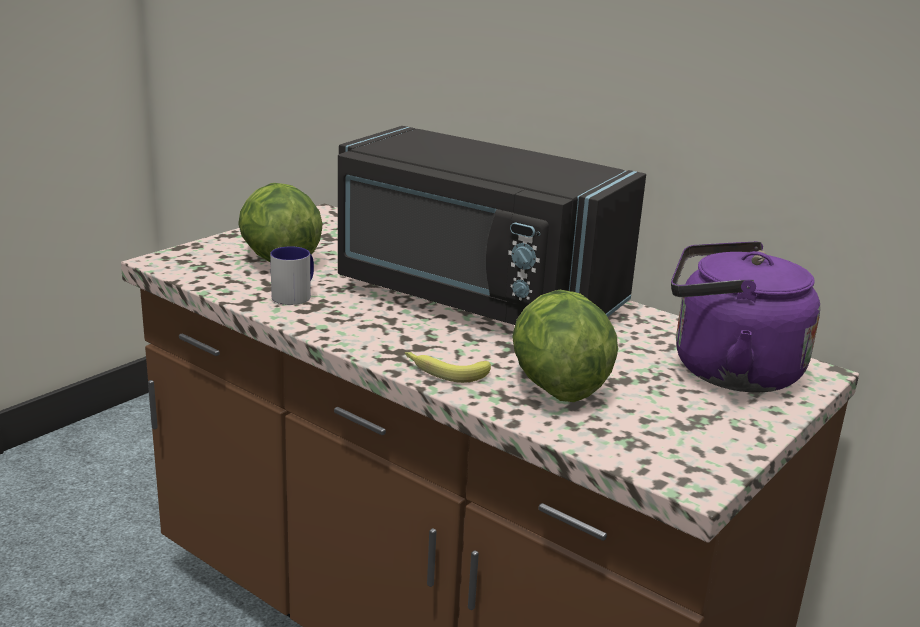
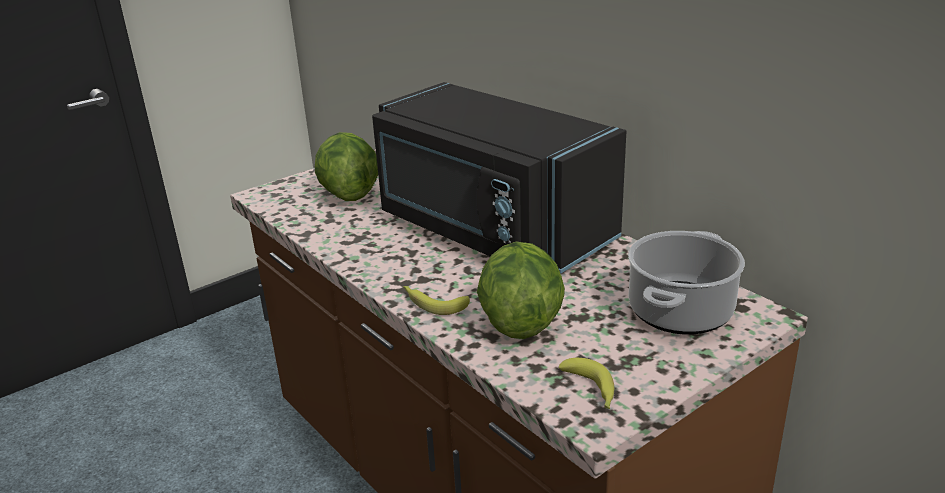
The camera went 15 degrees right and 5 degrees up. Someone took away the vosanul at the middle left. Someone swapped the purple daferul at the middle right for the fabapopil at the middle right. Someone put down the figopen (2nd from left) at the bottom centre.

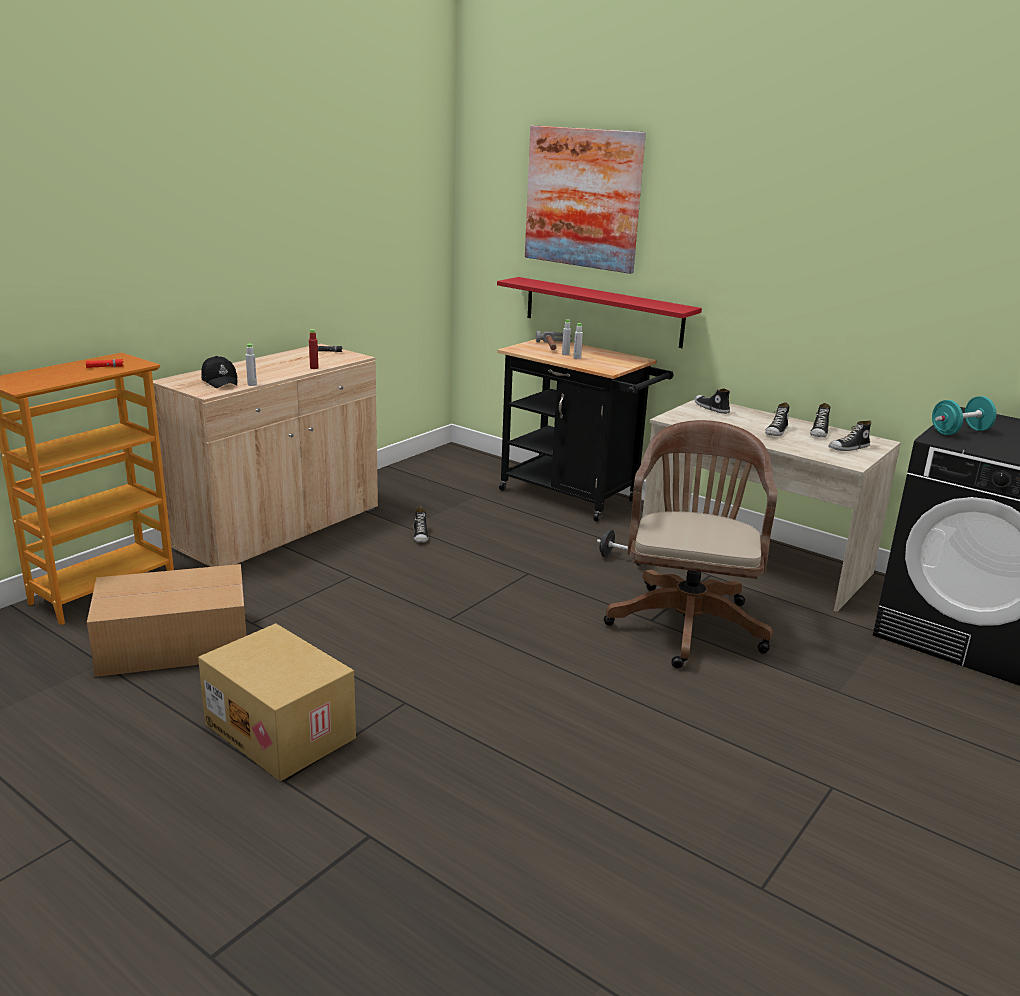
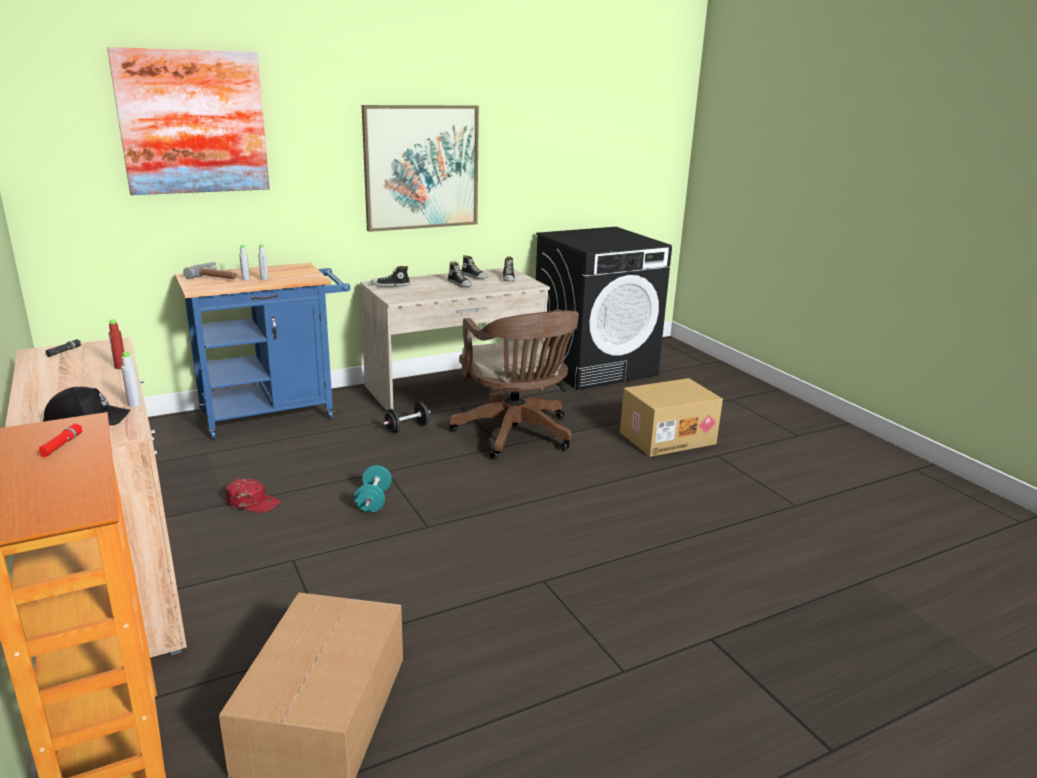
The camera went 65 degrees left and 0 degrees up. Someone carried the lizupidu (2nd from left) from the bottom left to the centre. Someone swapped the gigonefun (1st from left) at the centre for the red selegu at the middle left. Someone took away the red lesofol at the top centre. Someone repainted the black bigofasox at the centre, which became the blue bigofasox at the middle left. Someone rotated the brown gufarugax at the middle right by 150 degrees counterclockwise. Someone carried the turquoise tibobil from the middle right to the centre. Someone put up the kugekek (2nd from left) at the top centre.

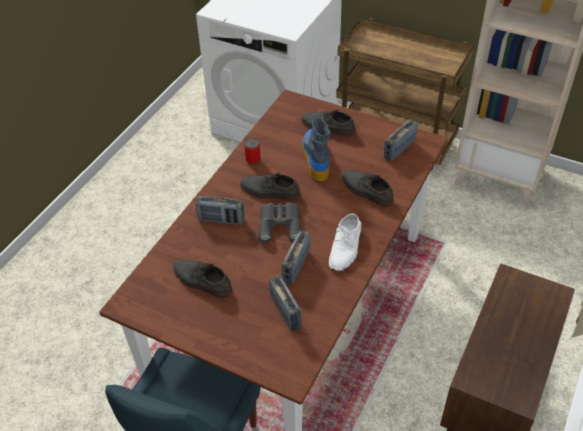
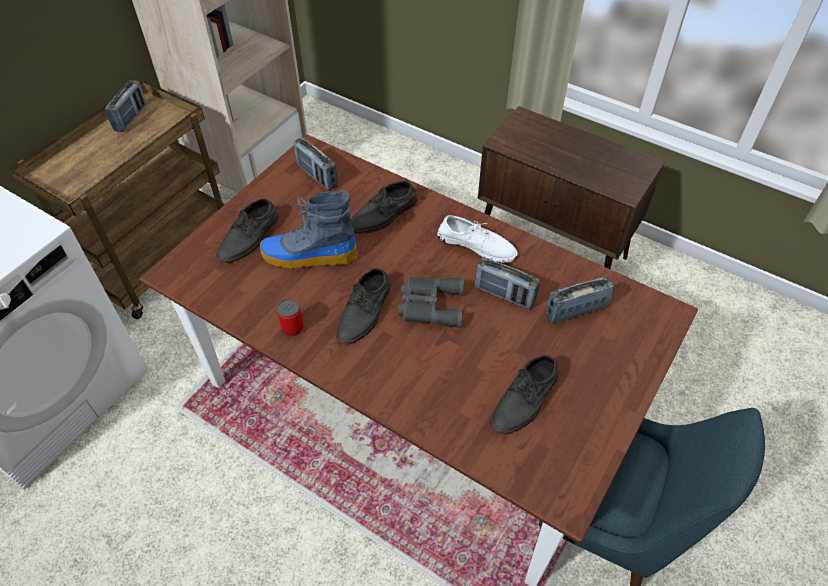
The camera went 85 degrees left and 5 degrees up. Someone carried the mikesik (1st from left) from the centre to the top left.

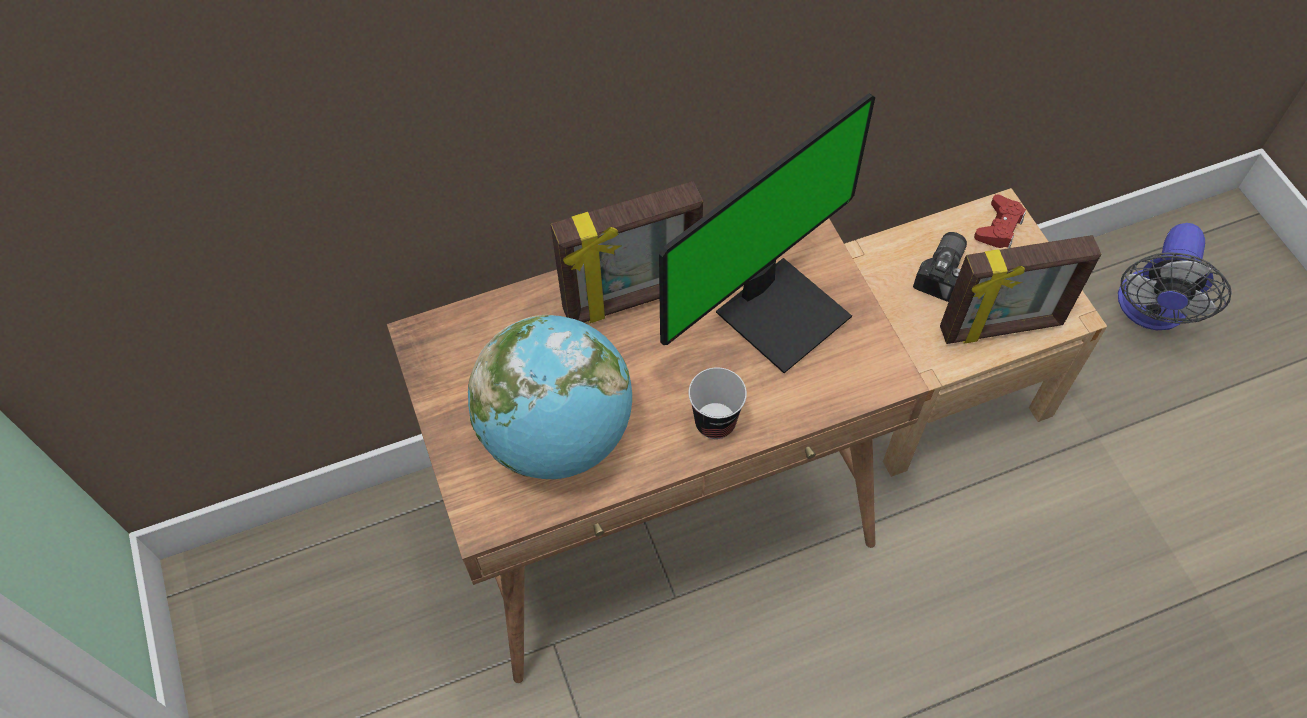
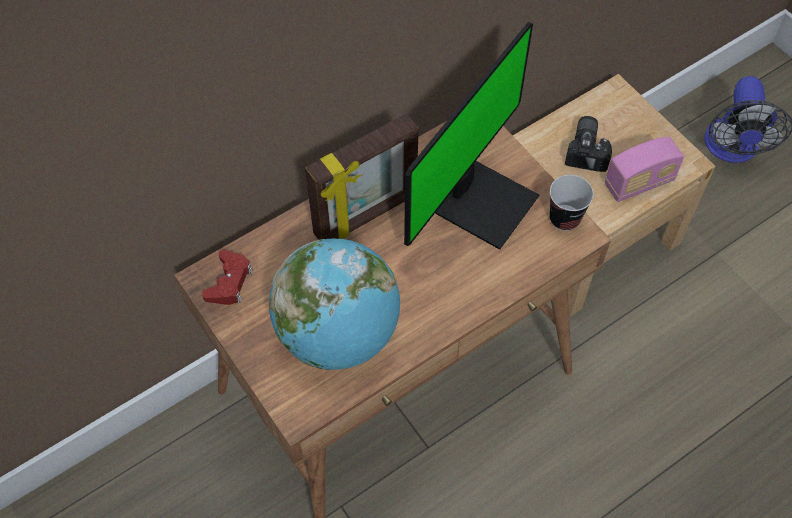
The camera went 15 degrees left and 0 degrees up. Someone carried the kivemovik from the centre to the middle right. Someone swapped the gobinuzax (2nd from left) at the middle right for the mikesik at the top right. Someone carried the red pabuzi from the top right to the middle left.

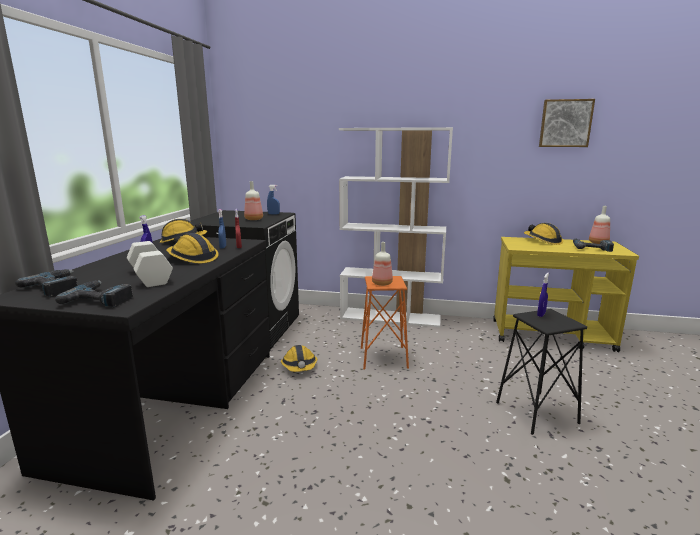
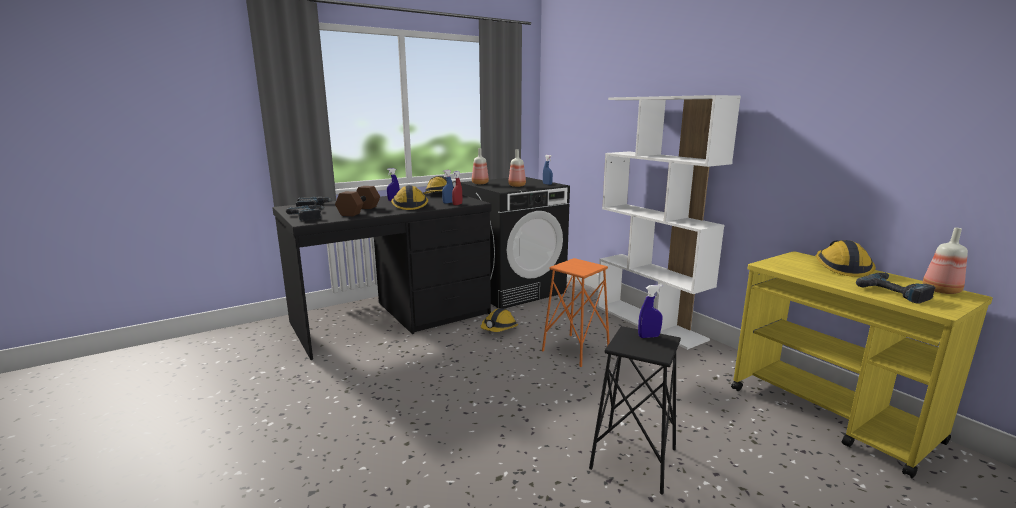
The camera went 45 degrees right and 0 degrees up. Someone repainted the white tibobil at the middle left, which became the brown tibobil at the centre. Someone carried the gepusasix (2nd from left in the first image) from the centre to the top centre. Someone took away the kugekek at the top right.

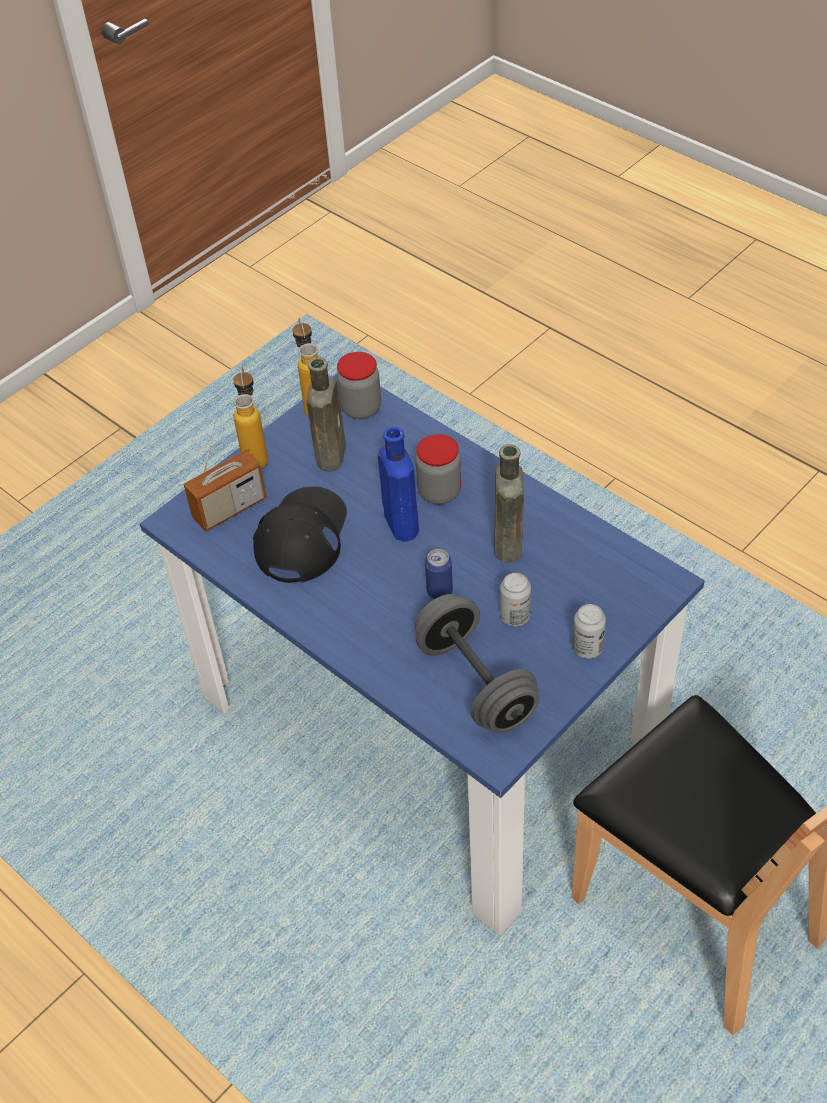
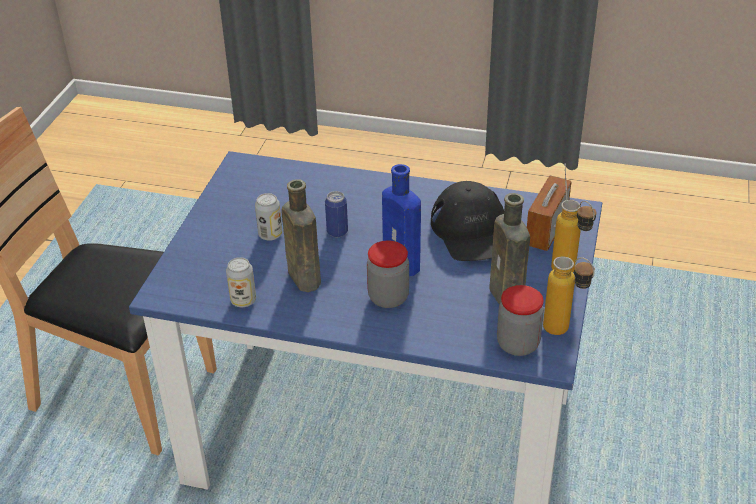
The camera went 150 degrees right and 10 degrees down. Someone took away the grey tibobil at the centre. Someone carried the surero (3rd from left in the first image) from the middle right to the middle left.

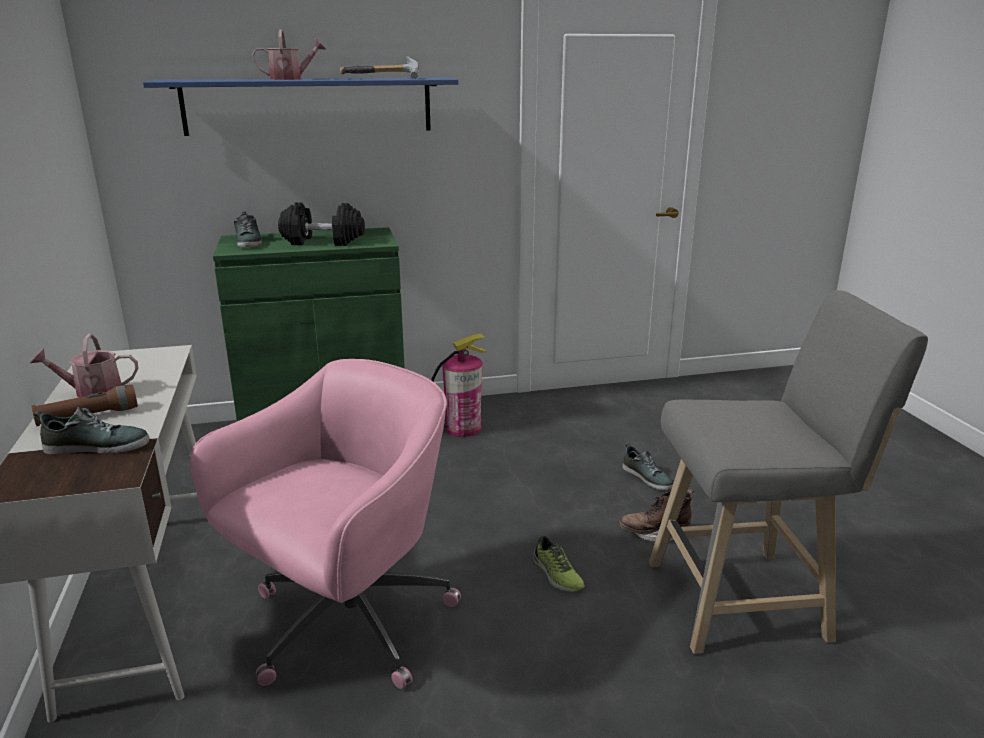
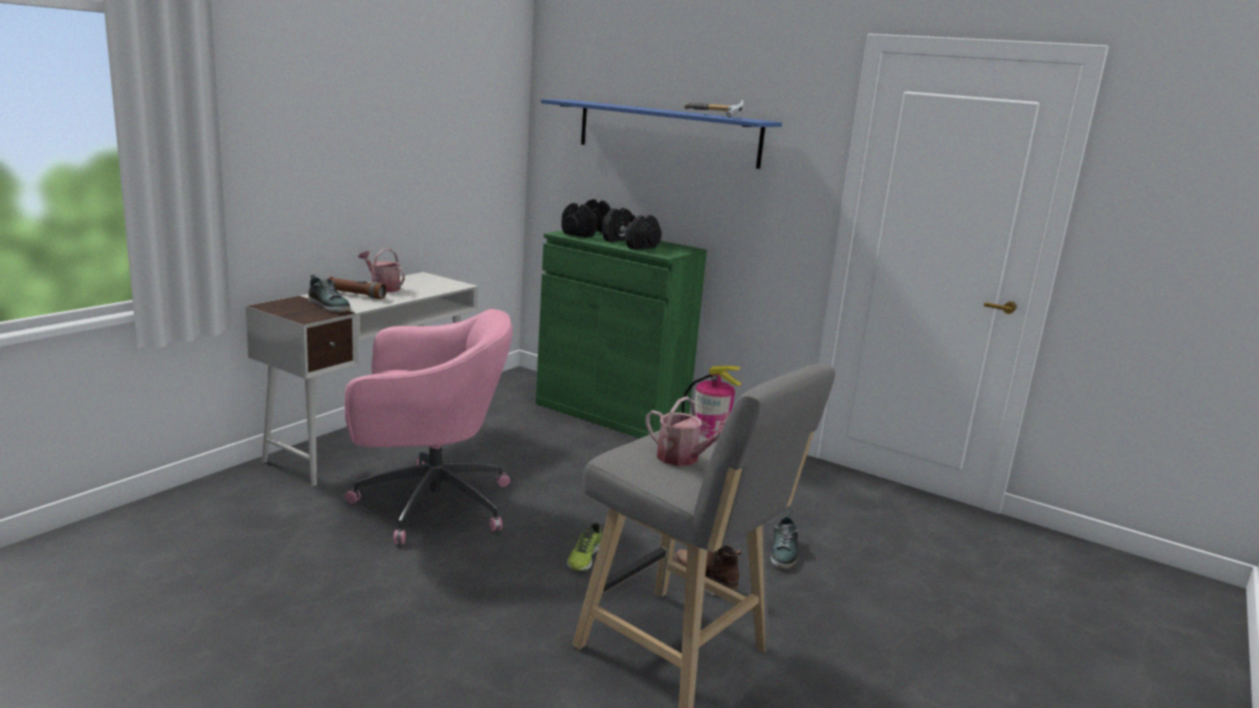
The camera went 45 degrees right and 5 degrees down. Someone swapped the gigonefun (2nd from left) at the top left for the black tibobil (1st from left) at the top centre. Someone carried the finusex (2nd from left) from the top left to the centre.

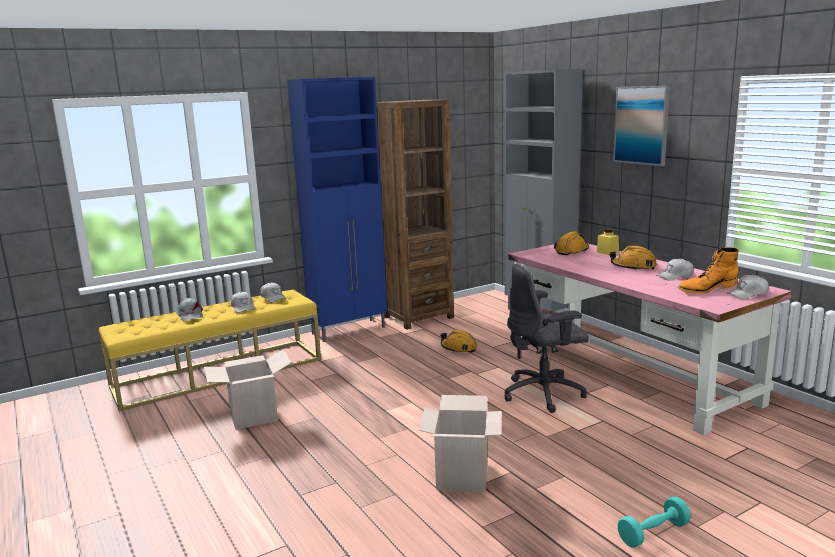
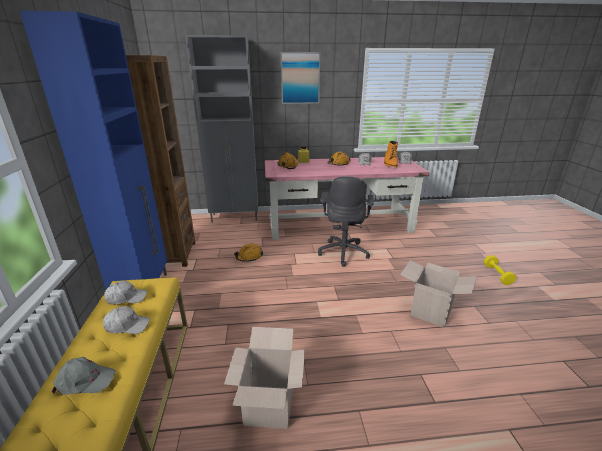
The camera went 65 degrees left and 10 degrees up. Someone repainted the turquoise tibobil at the bottom right, which became the yellow tibobil at the middle right.

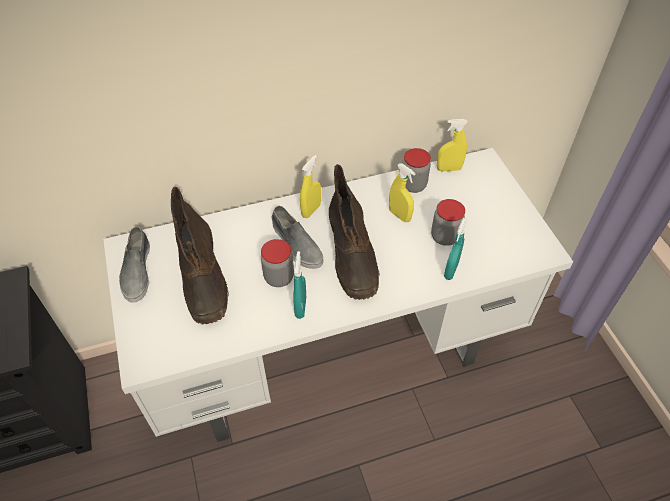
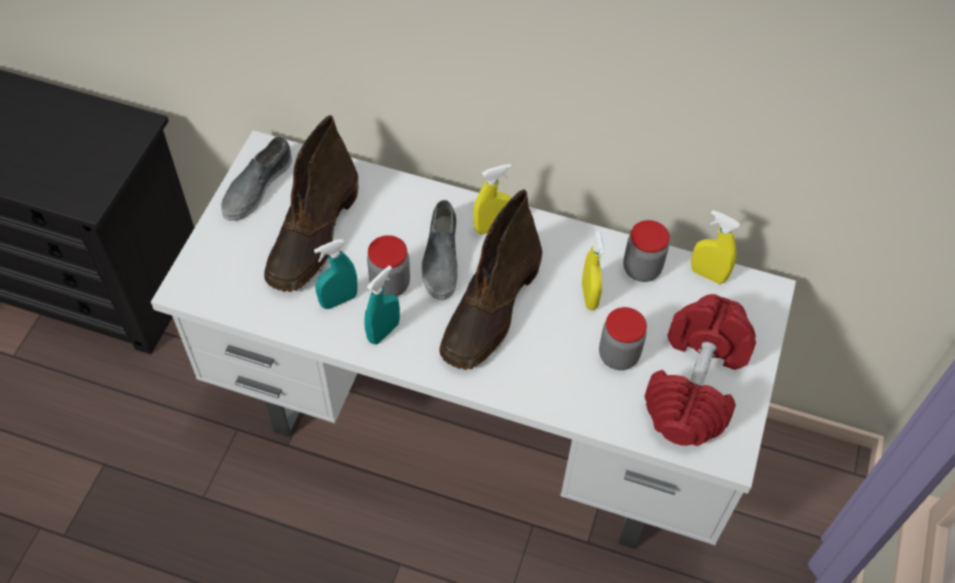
The camera went 35 degrees right and 5 degrees up. Someone carried the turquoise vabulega (2nd from left in the first image) from the middle right to the centre. Someone put down the red tibobil at the middle right.

